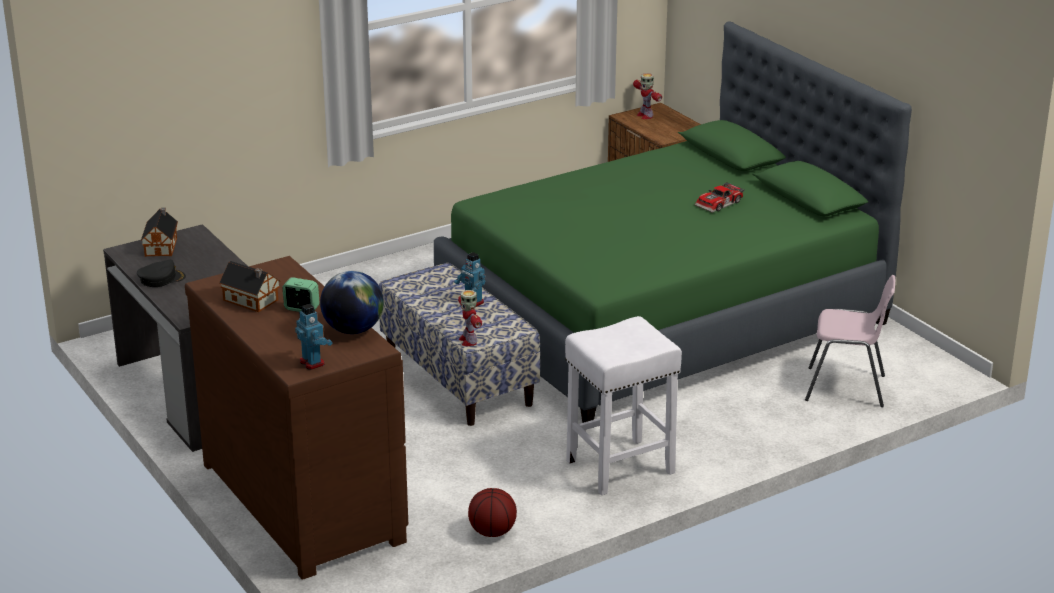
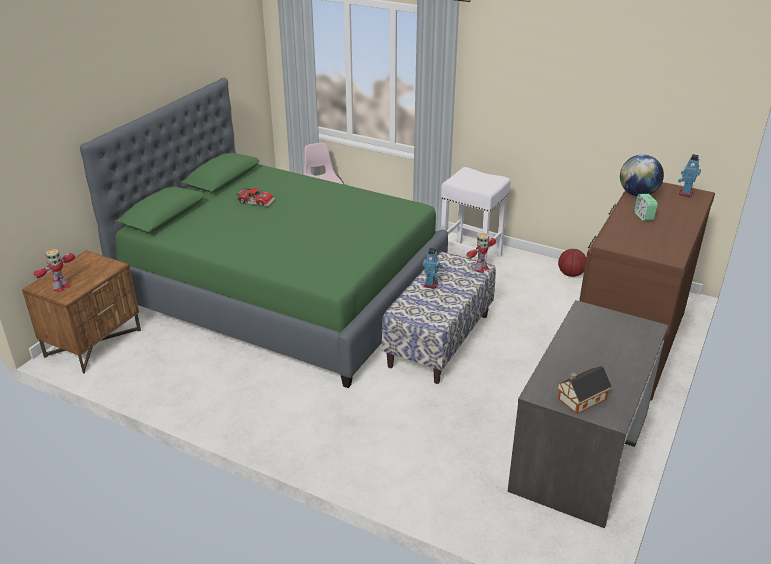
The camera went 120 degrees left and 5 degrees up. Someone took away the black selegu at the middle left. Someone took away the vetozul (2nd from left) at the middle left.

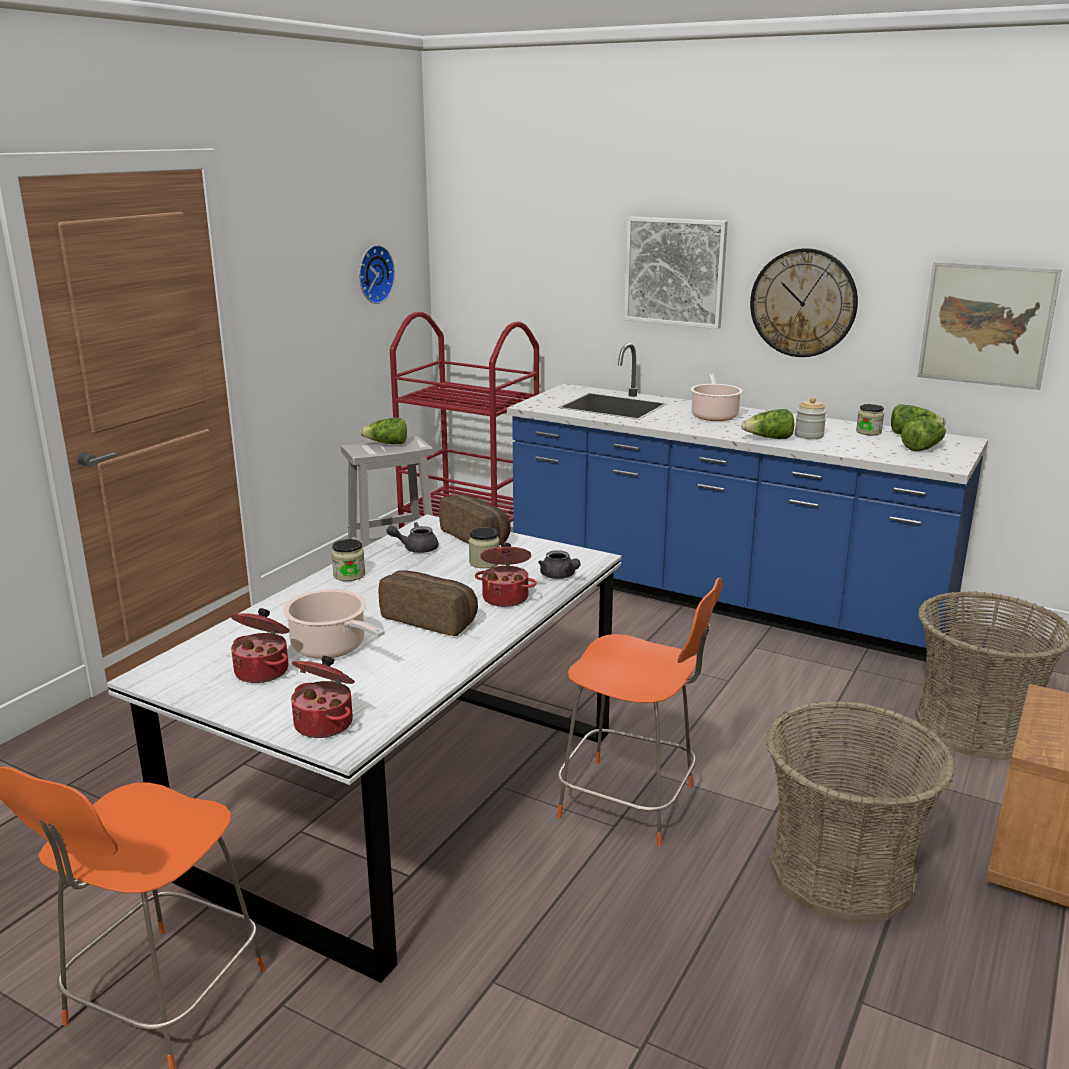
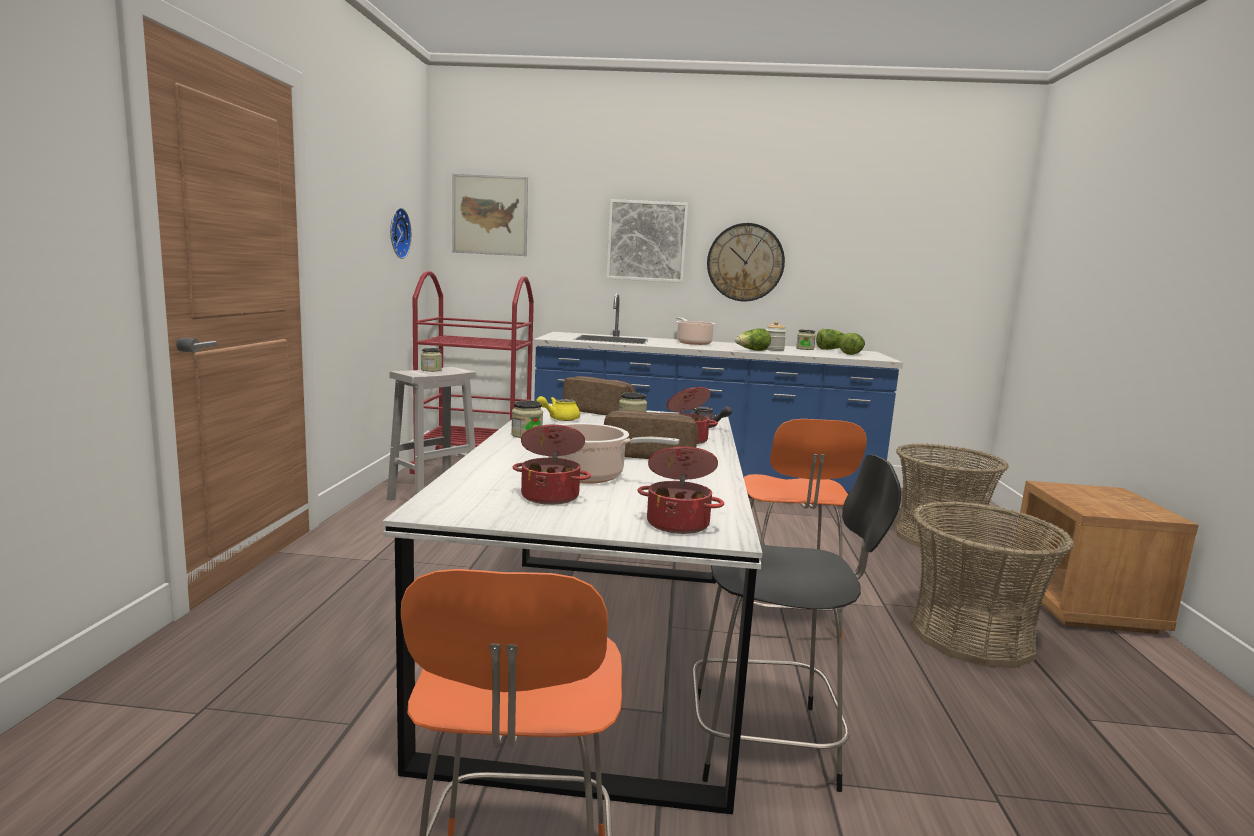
The camera went 25 degrees left and 10 degrees down. Someone swapped the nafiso (1st from left) at the centre for the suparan (1st from left) at the centre. Someone repainted the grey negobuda (1st from left) at the centre, which became the yellow negobuda at the centre. Someone rotated the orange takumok (2nd from left) at the centre by 90 degrees clockwise. Someone carried the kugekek (2nd from left in the first image) from the top right to the top centre. Someone put down the black takumok at the bottom centre.

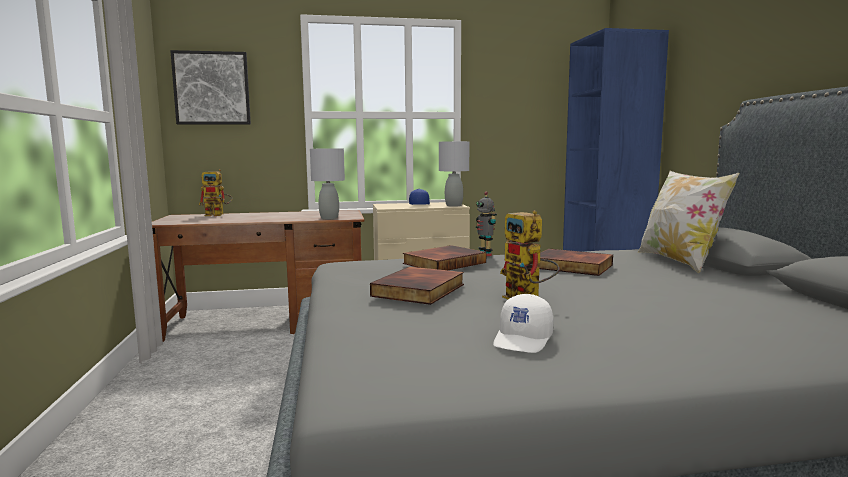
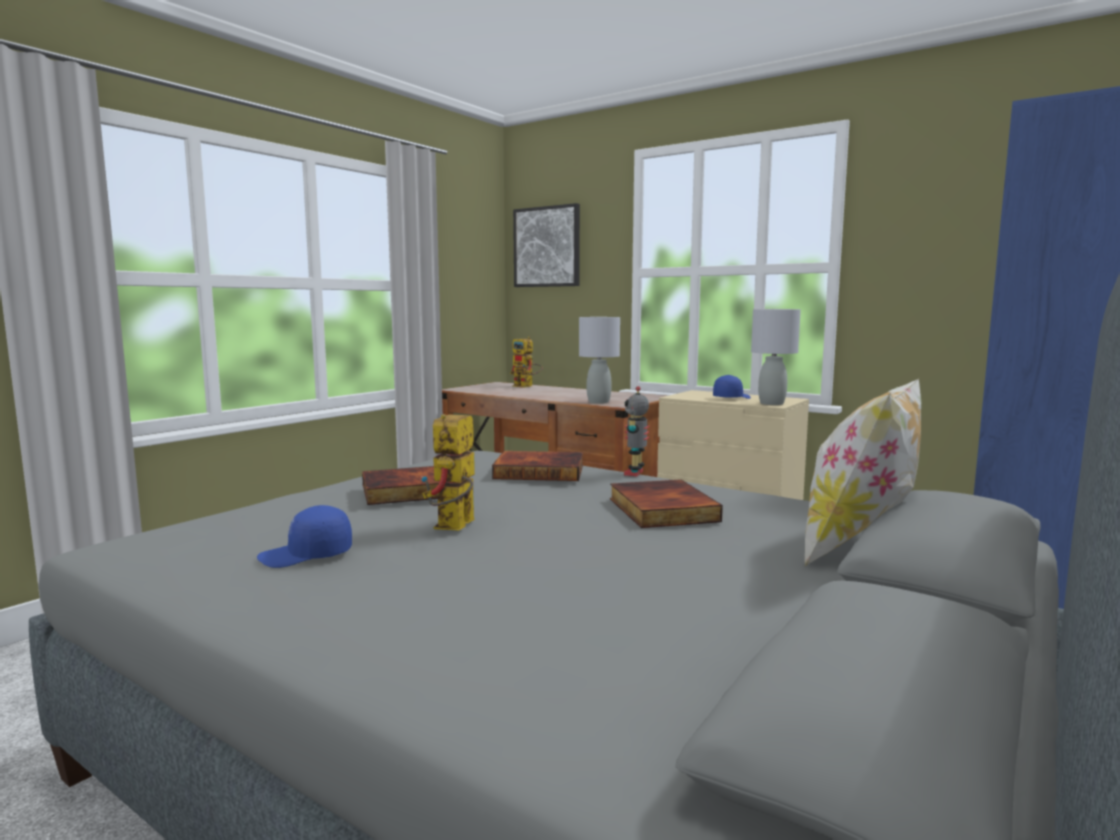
The camera went 45 degrees right and 0 degrees up. Someone repainted the white selegu at the bottom centre, which became the blue selegu (1st from left) at the middle left.

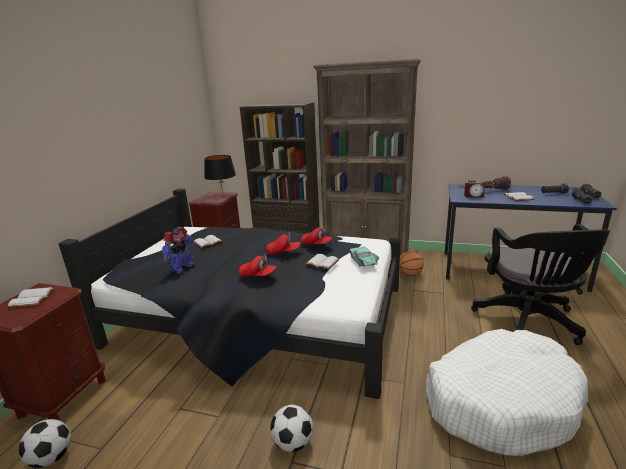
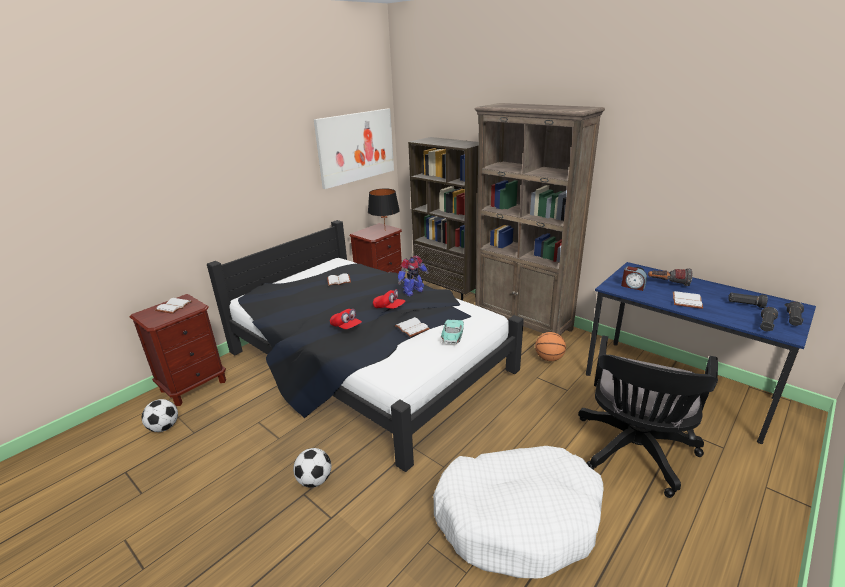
The camera went 25 degrees right and 5 degrees up. Someone carried the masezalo from the middle left to the centre. Someone took away the red selegu (3rd from left) at the centre. Someone put up the kugekek at the top centre.

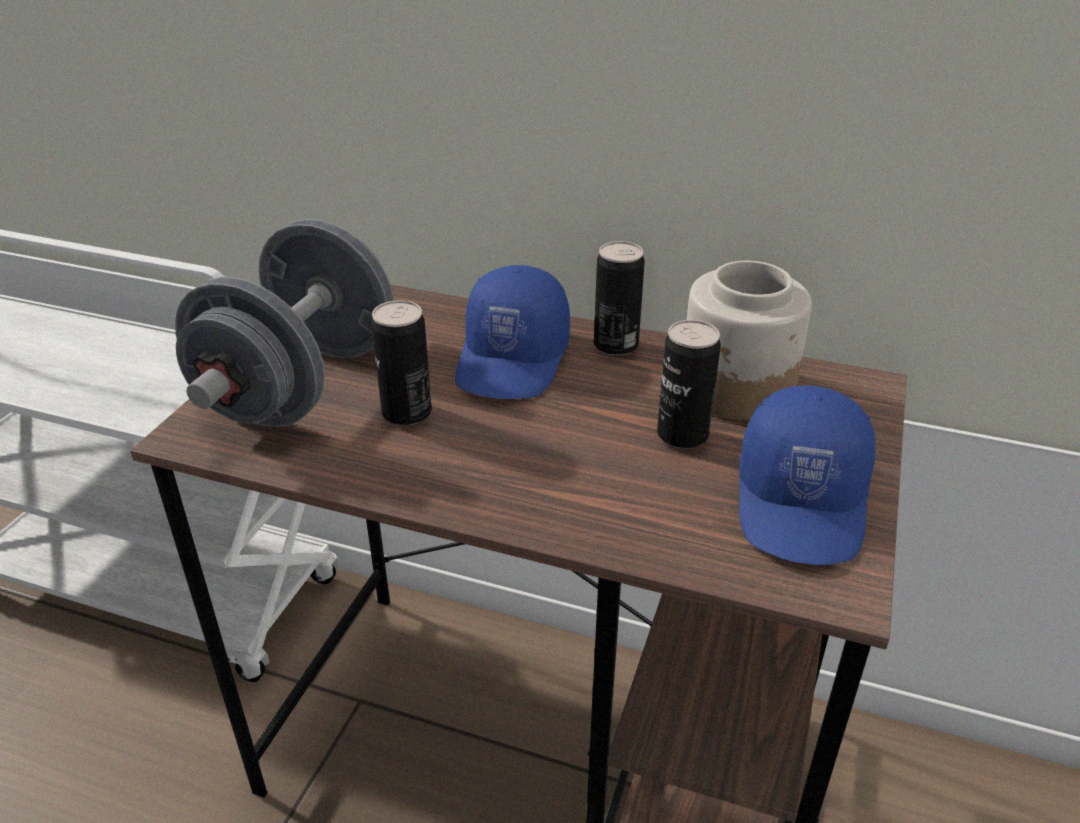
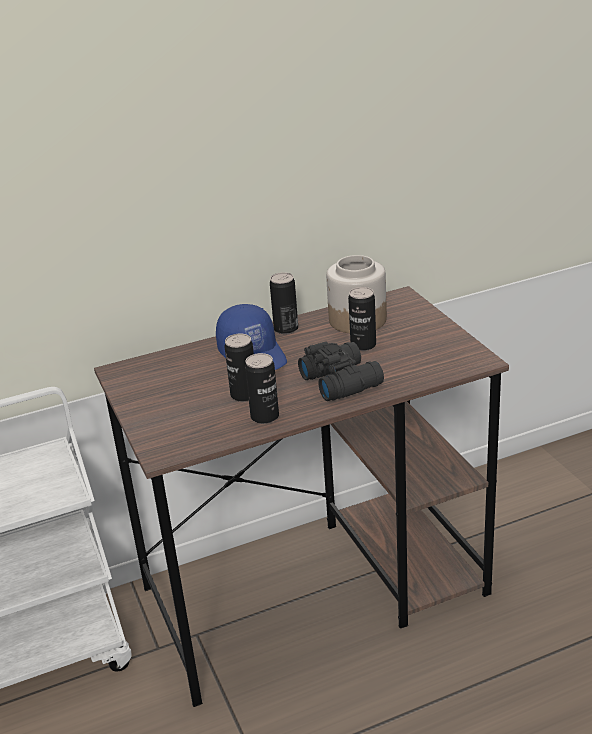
The camera went 40 degrees left and 5 degrees down. Someone took away the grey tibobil at the middle left. Someone took away the blue selegu (2nd from left) at the middle right. Someone put down the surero (2nd from left) at the centre. Someone put down the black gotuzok at the centre.

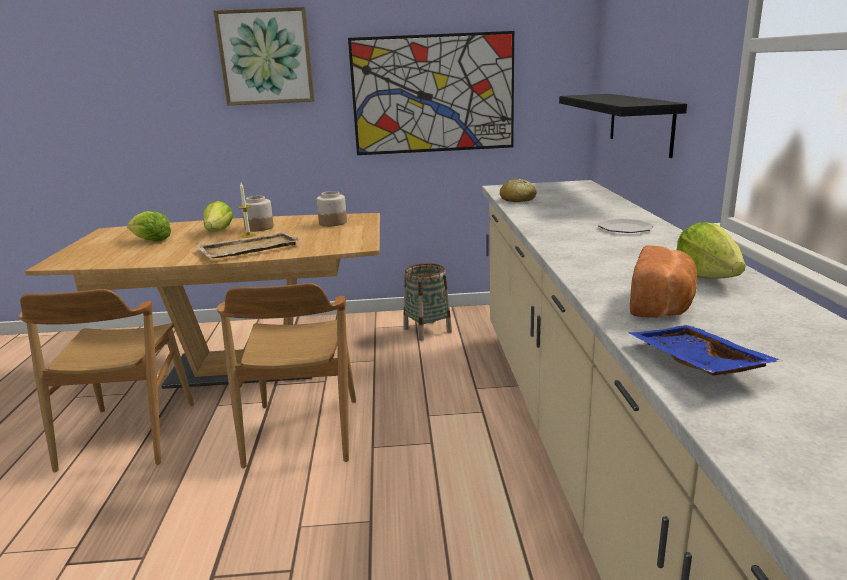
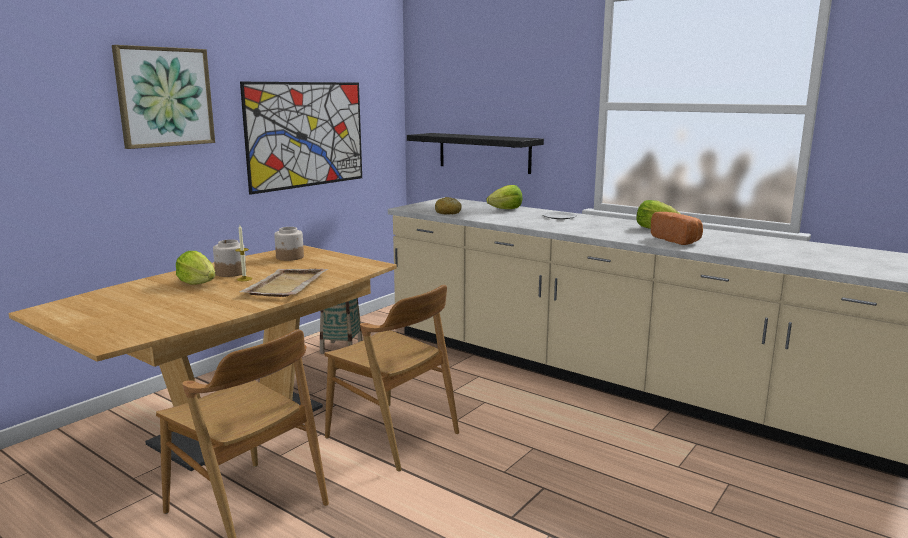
The camera went 50 degrees left and 5 degrees down. Someone carried the nafiso (1st from left in the first image) from the middle left to the centre. Someone took away the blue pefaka at the middle right.

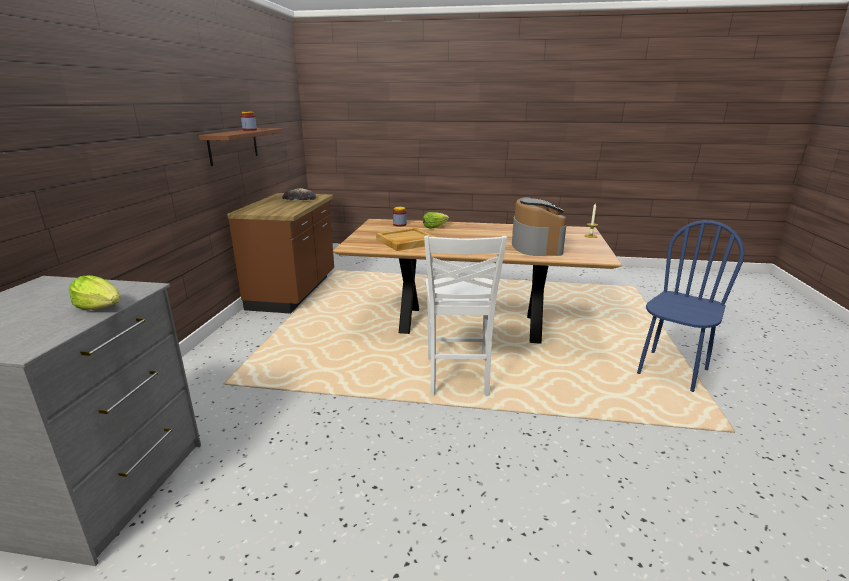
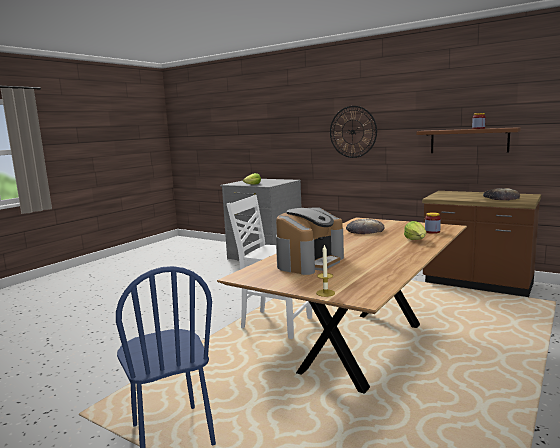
The camera went 115 degrees right and 10 degrees down. Someone swapped the beige pefaka at the centre for the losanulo (1st from left) at the centre. Someone rotated the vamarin at the centre by 75 degrees counterclockwise. Someone put up the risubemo at the top centre.

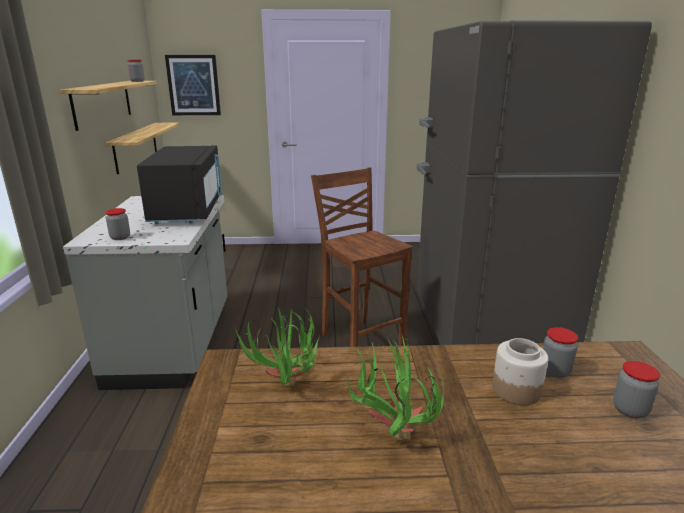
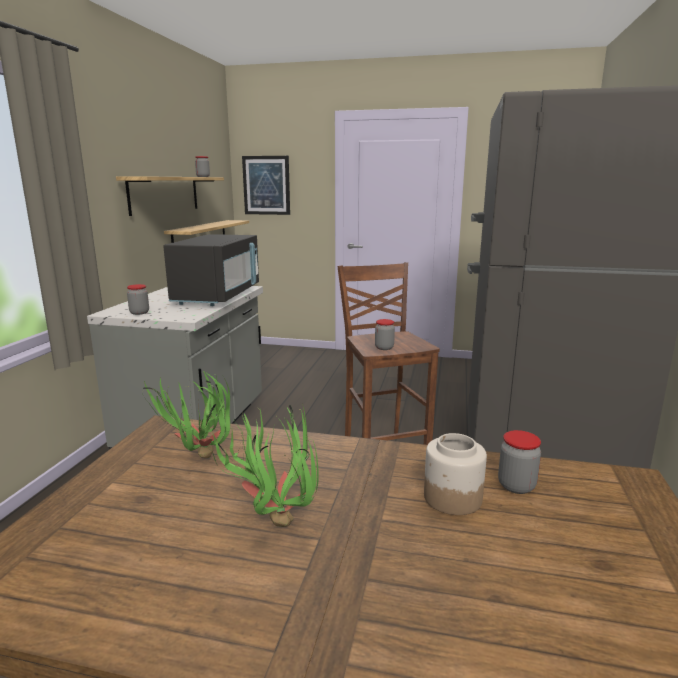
The camera went 15 degrees right and 5 degrees down. Someone carried the suparan (5th from left in the first image) from the bottom right to the centre.

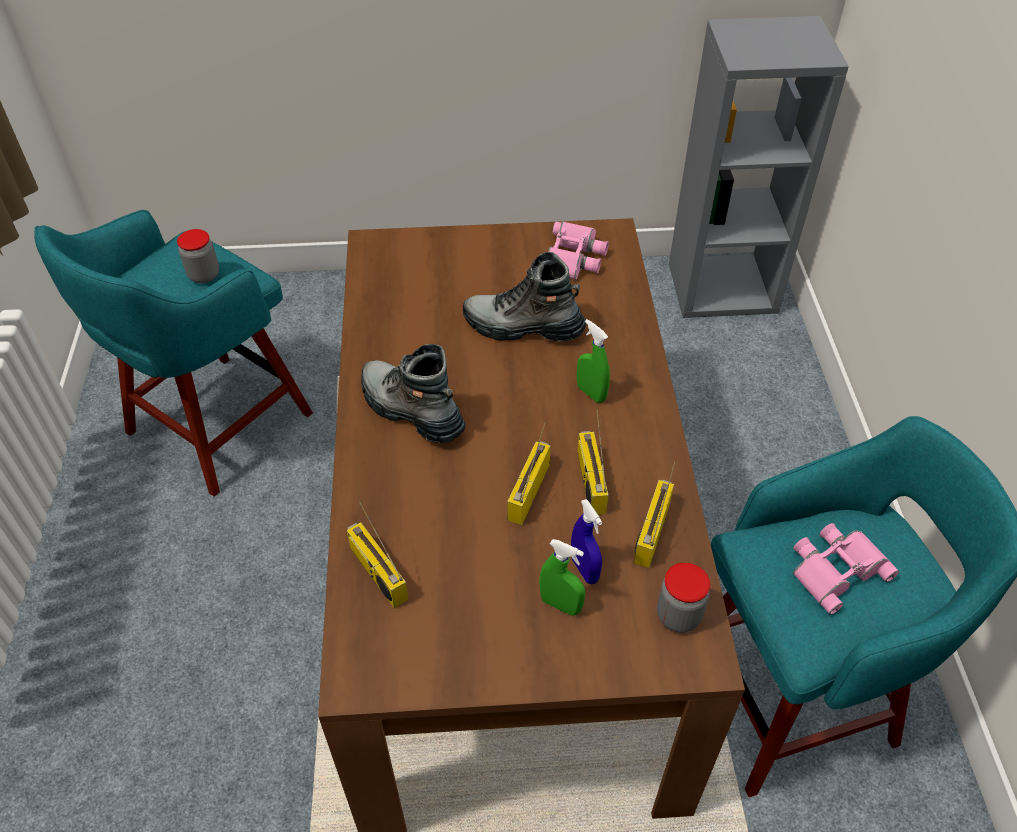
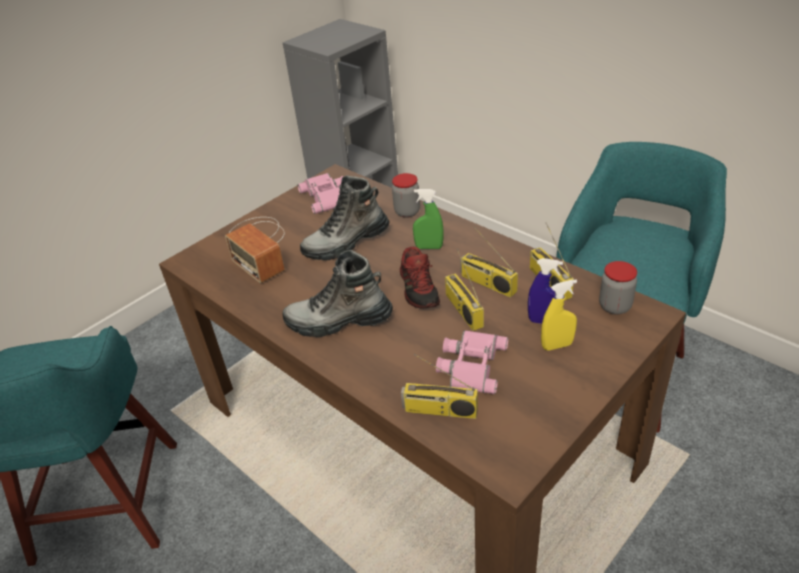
The camera went 40 degrees left and 10 degrees down. Someone carried the suparan (1st from left) from the top left to the centre. Someone repainted the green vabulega (1st from left) at the bottom centre, which became the yellow vabulega at the middle right. Someone carried the pink gotuzok (2nd from left) from the bottom right to the centre. Someone put down the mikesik (1st from left) at the middle left. Someone put down the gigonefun at the centre.

